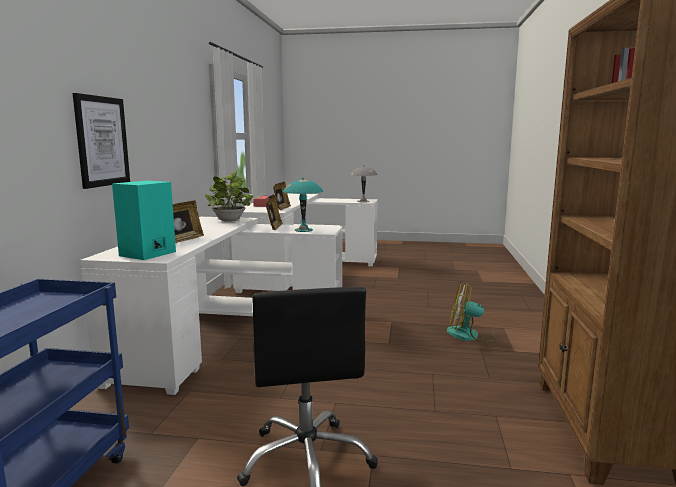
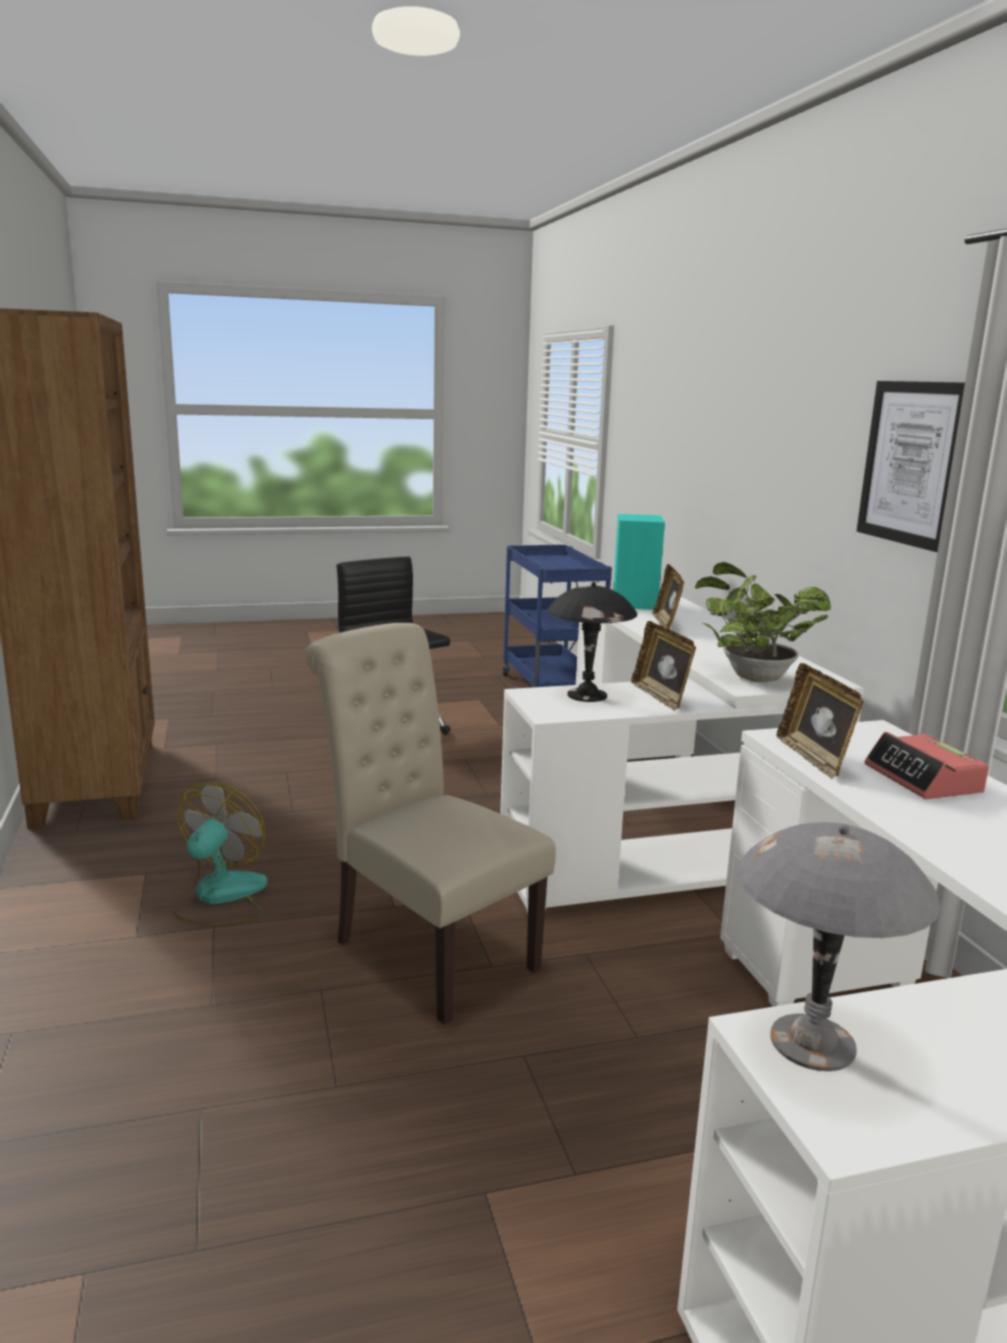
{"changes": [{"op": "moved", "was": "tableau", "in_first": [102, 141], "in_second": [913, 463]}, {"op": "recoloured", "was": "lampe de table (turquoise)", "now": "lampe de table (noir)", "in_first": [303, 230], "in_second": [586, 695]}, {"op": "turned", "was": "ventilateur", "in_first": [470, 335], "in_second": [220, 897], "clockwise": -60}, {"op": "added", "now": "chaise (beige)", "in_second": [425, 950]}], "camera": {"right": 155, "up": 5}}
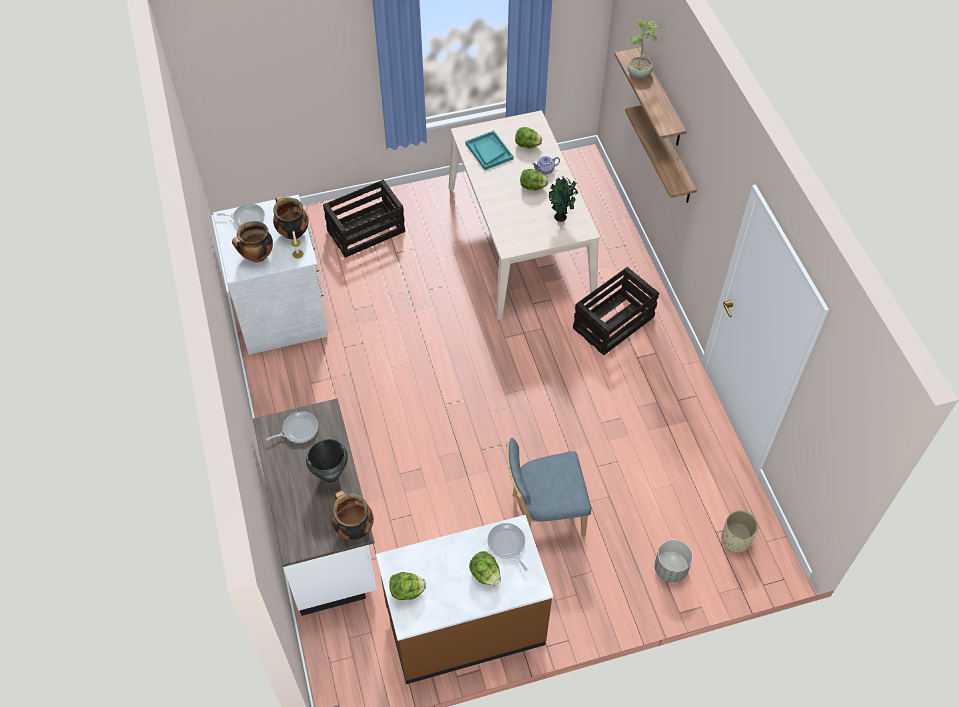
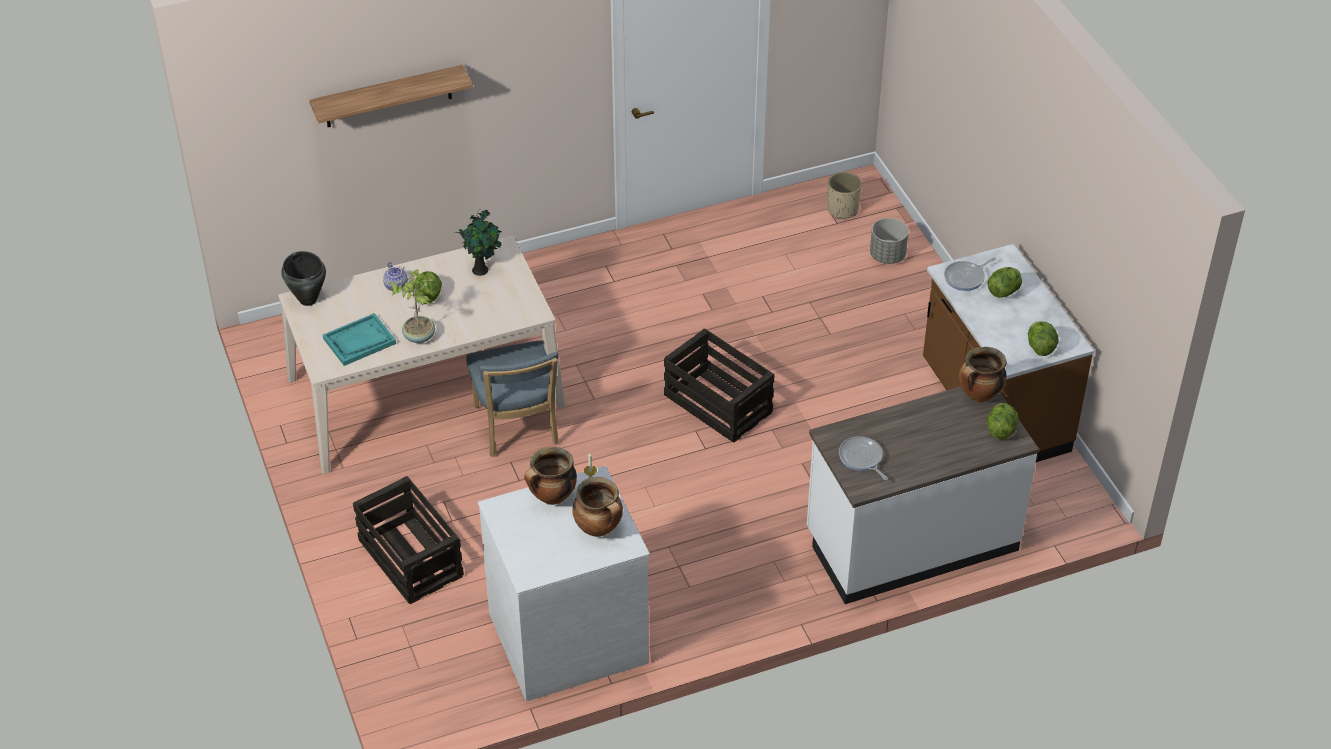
{"changes": [{"op": "moved", "was": "plante en pot", "in_first": [640, 73], "in_second": [419, 336]}, {"op": "removed", "was": "étagère", "in_first": [670, 156]}, {"op": "moved", "was": "laitue", "in_first": [527, 145], "in_second": [1000, 430]}, {"op": "removed", "was": "poêle", "in_first": [247, 218]}, {"op": "moved", "was": "caisse", "in_first": [613, 323], "in_second": [719, 404]}, {"op": "moved", "was": "chaise (bleu)", "in_first": [544, 514], "in_second": [517, 428]}, {"op": "moved", "was": "marmite (noir)", "in_first": [331, 475], "in_second": [308, 299]}], "camera": {"right": -95, "up": -10}}
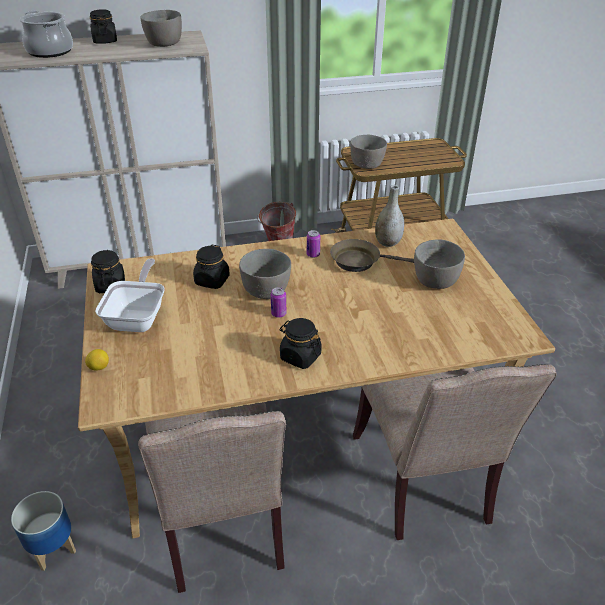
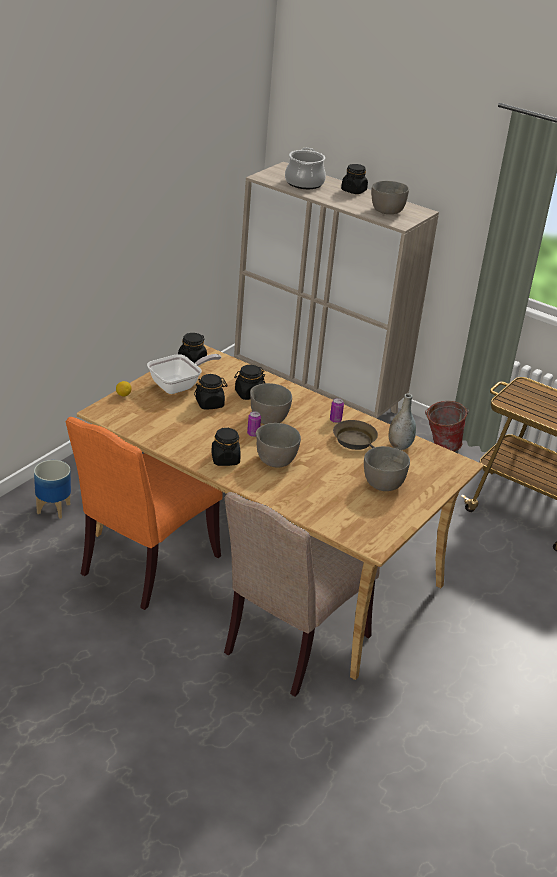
{"changes": [{"op": "moved", "was": "bol (gris)", "in_first": [367, 165], "in_second": [276, 461]}, {"op": "recoloured", "was": "chaise (beige)", "now": "chaise (orange)", "in_first": [223, 525], "in_second": [144, 567]}, {"op": "added", "now": "bocal (noir)", "in_second": [210, 404]}], "camera": {"right": 45, "up": -5}}
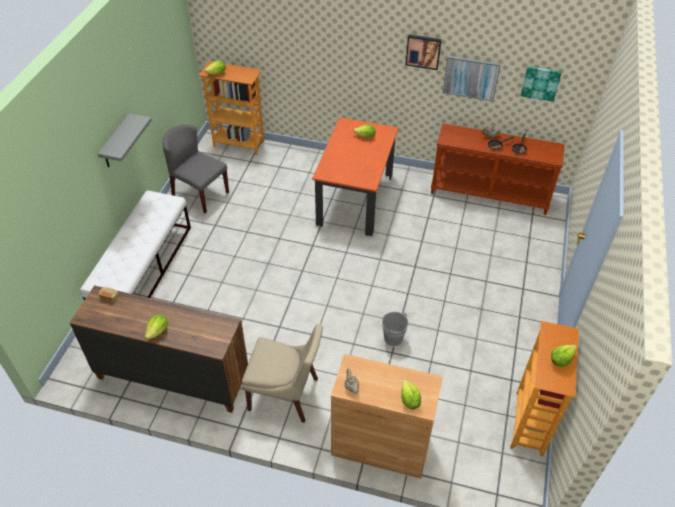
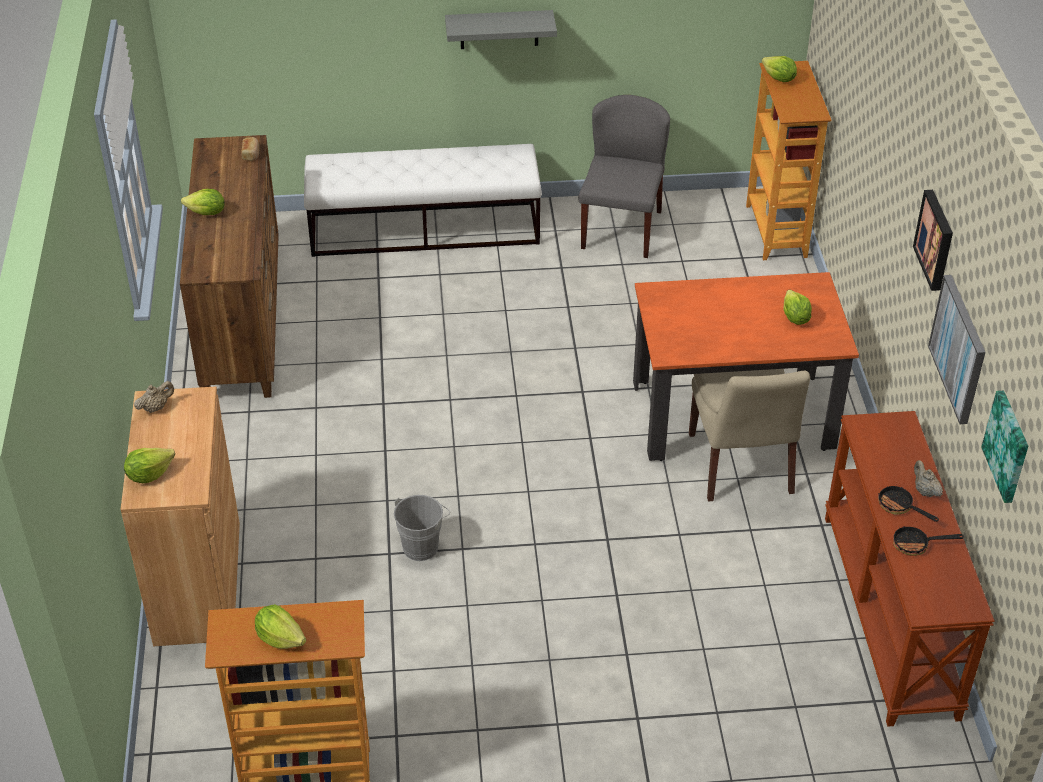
{"changes": [{"op": "moved", "was": "chaise (beige)", "in_first": [286, 395], "in_second": [741, 467]}], "camera": {"right": 70, "up": -5}}
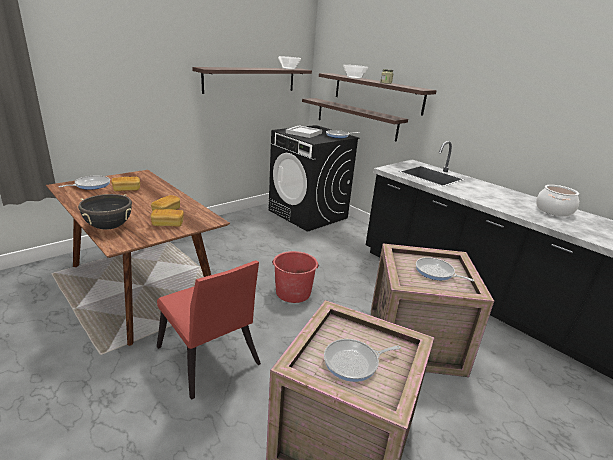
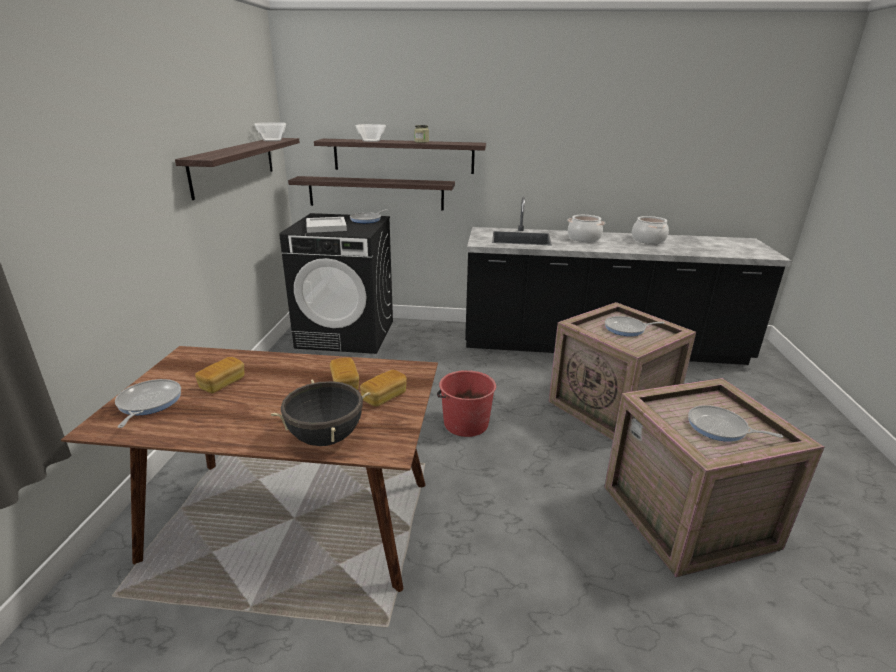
{"changes": [{"op": "removed", "was": "chaise (rouge)", "in_first": [209, 360]}, {"op": "turned", "was": "poêle", "in_first": [354, 362], "in_second": [720, 428], "clockwise": 90}, {"op": "added", "now": "marmite", "in_second": [584, 238]}], "camera": {"right": -40, "up": 0}}
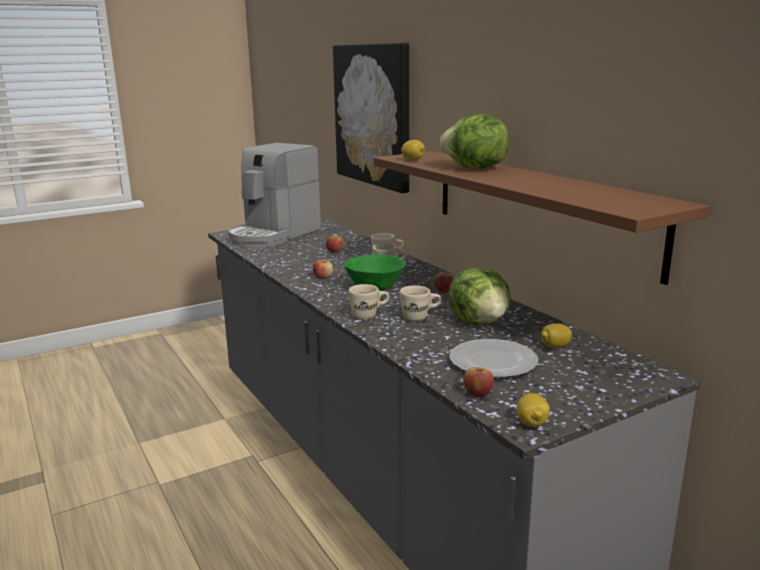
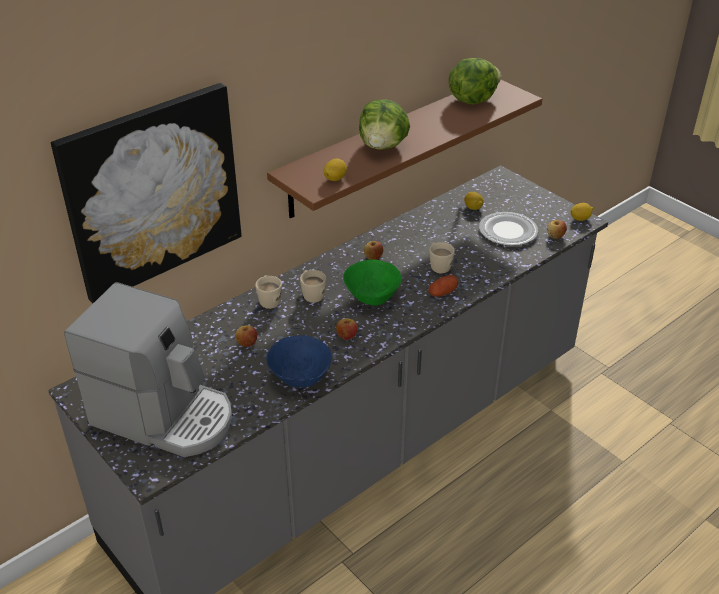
{"changes": [{"op": "moved", "was": "laitue", "in_first": [480, 322], "in_second": [472, 99]}, {"op": "replaced", "was": "mug (beige)", "now": "pomme de terre", "in_first": [369, 315], "in_second": [442, 292]}, {"op": "added", "now": "bol (bleu)", "in_second": [300, 377]}], "camera": {"right": -100, "up": 20}}
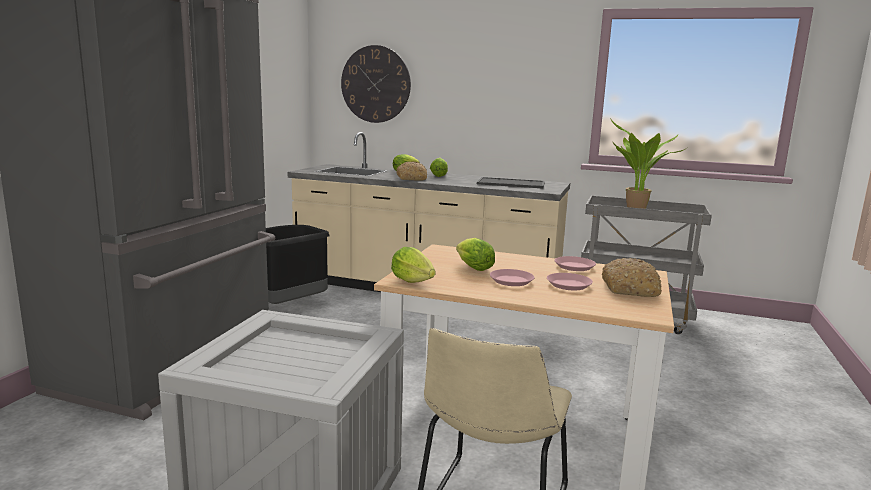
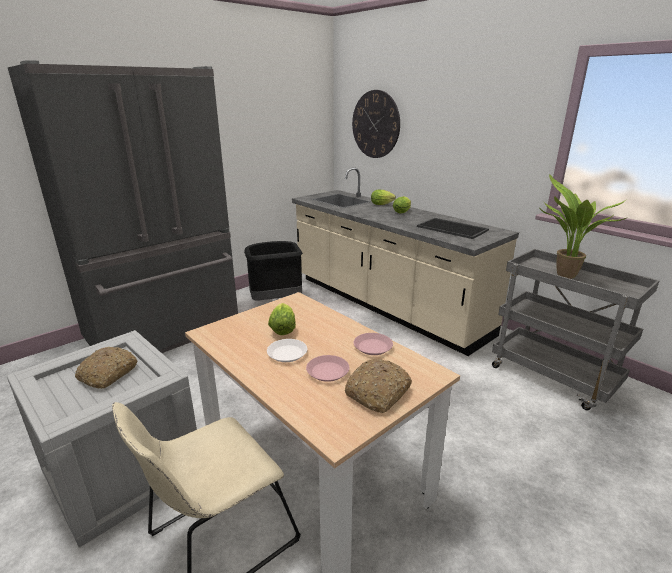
{"changes": [{"op": "moved", "was": "pain", "in_first": [412, 178], "in_second": [108, 374]}, {"op": "removed", "was": "laitue", "in_first": [414, 282]}, {"op": "recoloured", "was": "assiette (rose)", "now": "assiette (blanc)", "in_first": [511, 281], "in_second": [287, 353]}], "camera": {"right": 30, "up": 10}}
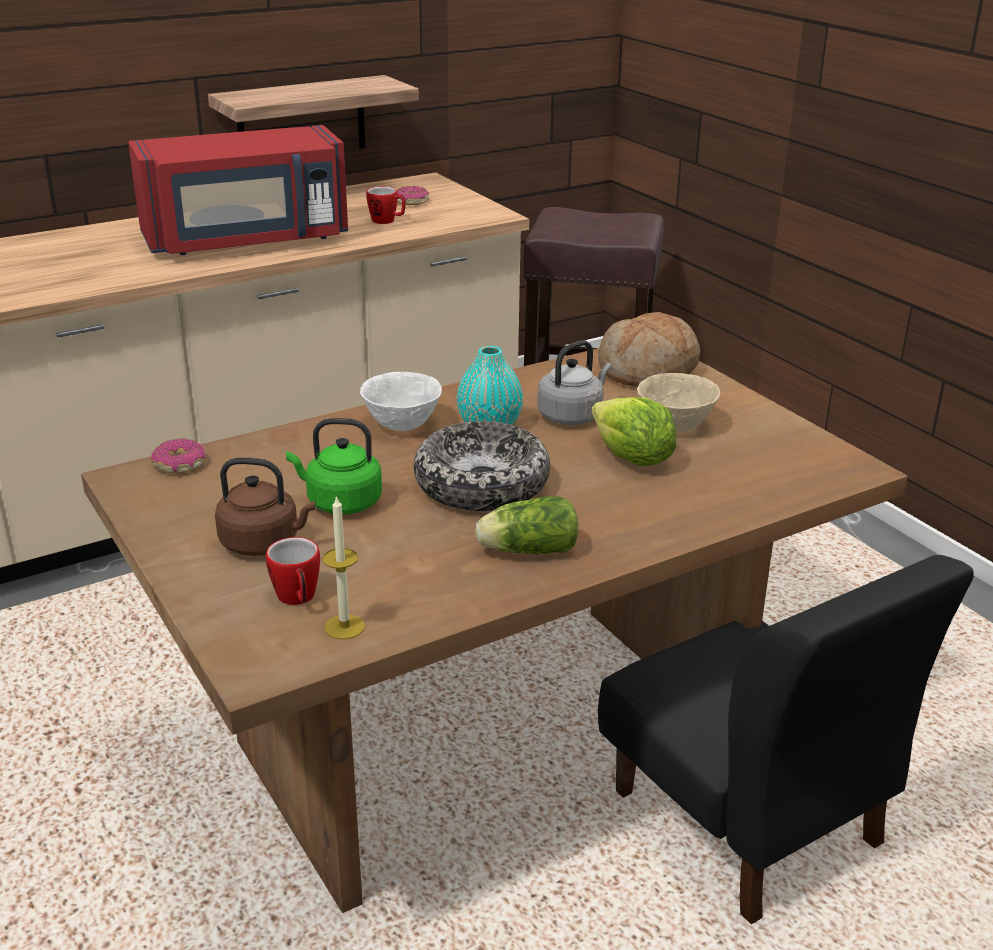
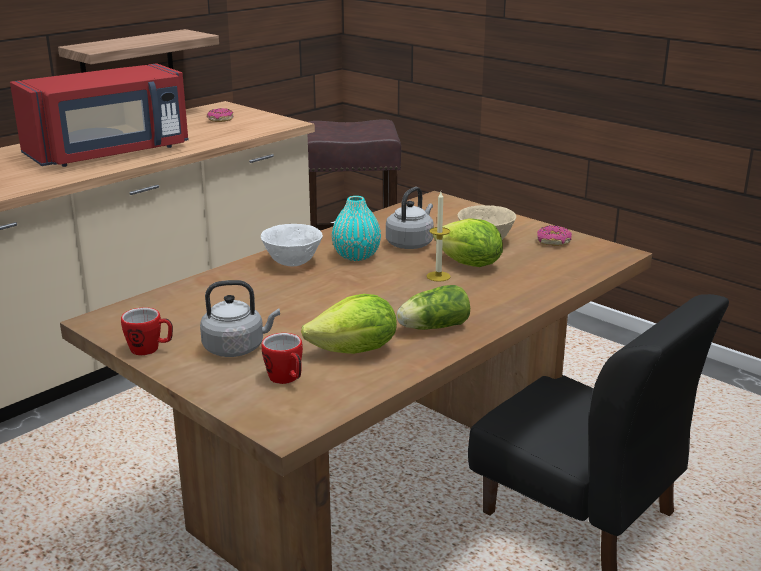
{"changes": [{"op": "moved", "was": "mug", "in_first": [387, 221], "in_second": [150, 349]}, {"op": "removed", "was": "pain", "in_first": [648, 371]}, {"op": "removed", "was": "bouilloire (vert)", "in_first": [340, 502]}, {"op": "removed", "was": "bol", "in_first": [481, 485]}, {"op": "moved", "was": "beignet", "in_first": [179, 465], "in_second": [554, 242]}, {"op": "recoloured", "was": "bouilloire (marron)", "now": "bouilloire (gris)", "in_first": [264, 543], "in_second": [237, 348]}, {"op": "moved", "was": "bougie", "in_first": [344, 627], "in_second": [438, 276]}, {"op": "added", "now": "laitue", "in_second": [355, 351]}], "camera": {"right": -15, "up": -5}}
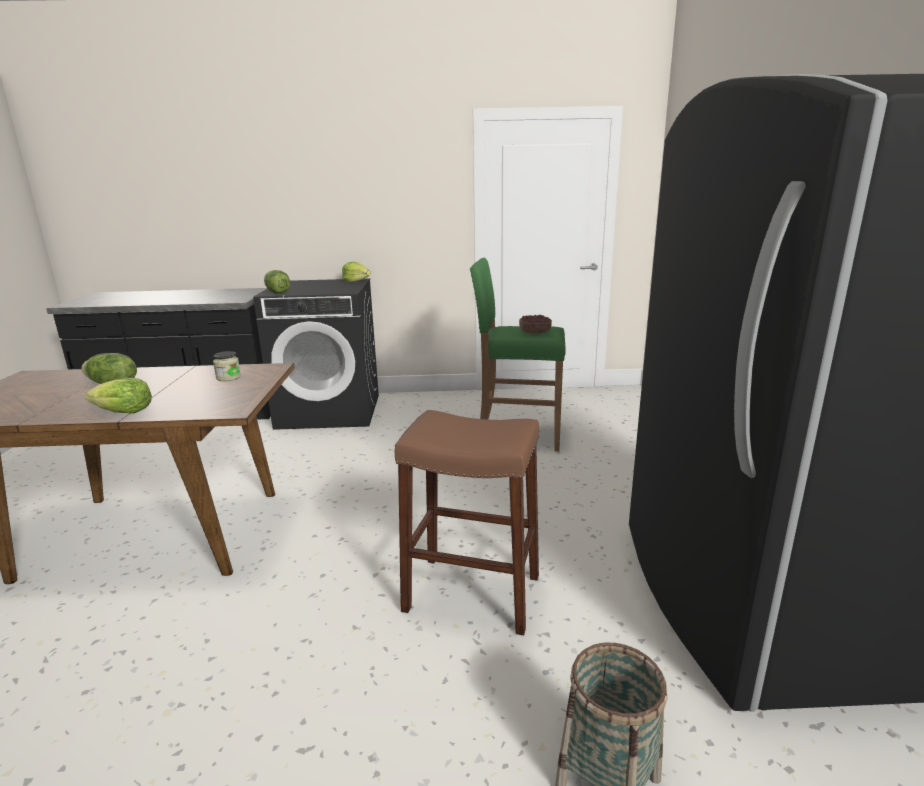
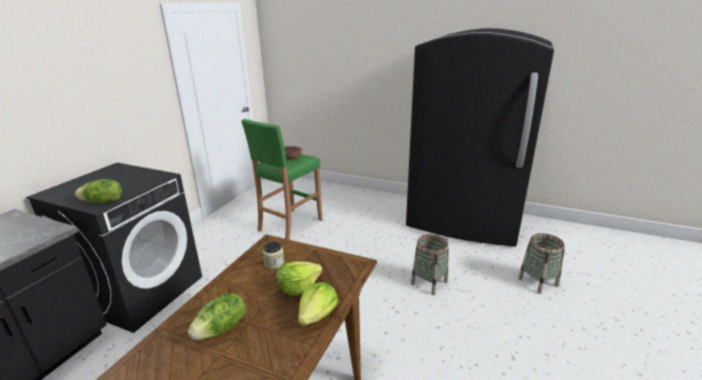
{"changes": [{"op": "moved", "was": "laitue", "in_first": [356, 281], "in_second": [298, 287]}, {"op": "replaced", "was": "tabouret (marron)", "now": "panier", "in_first": [472, 593], "in_second": [429, 283]}], "camera": {"right": -65, "up": 5}}
